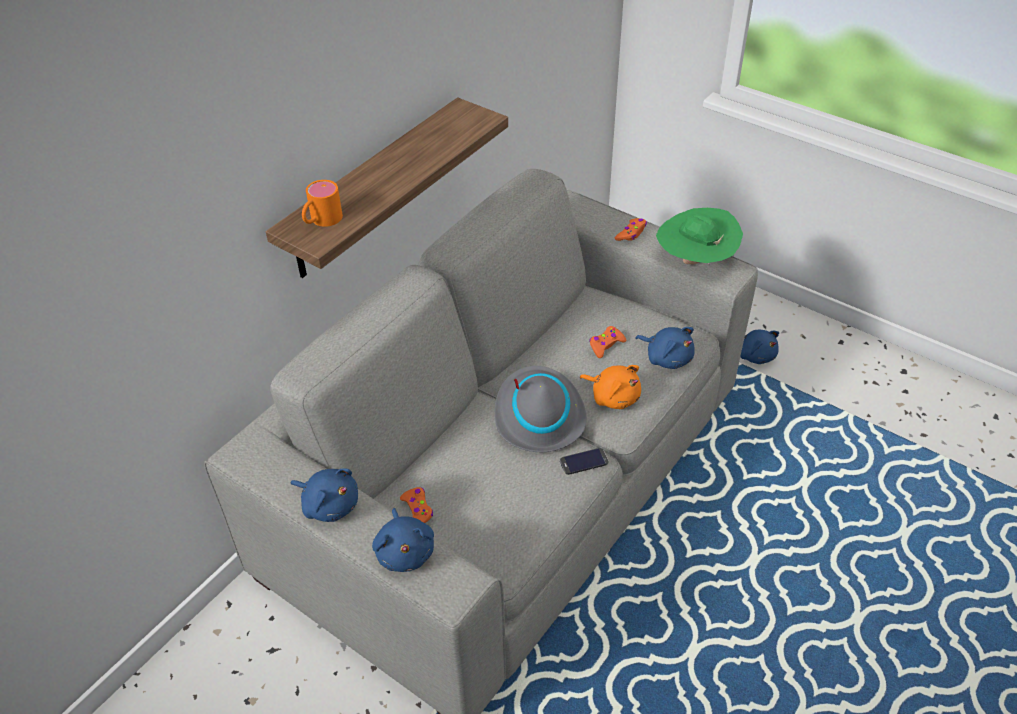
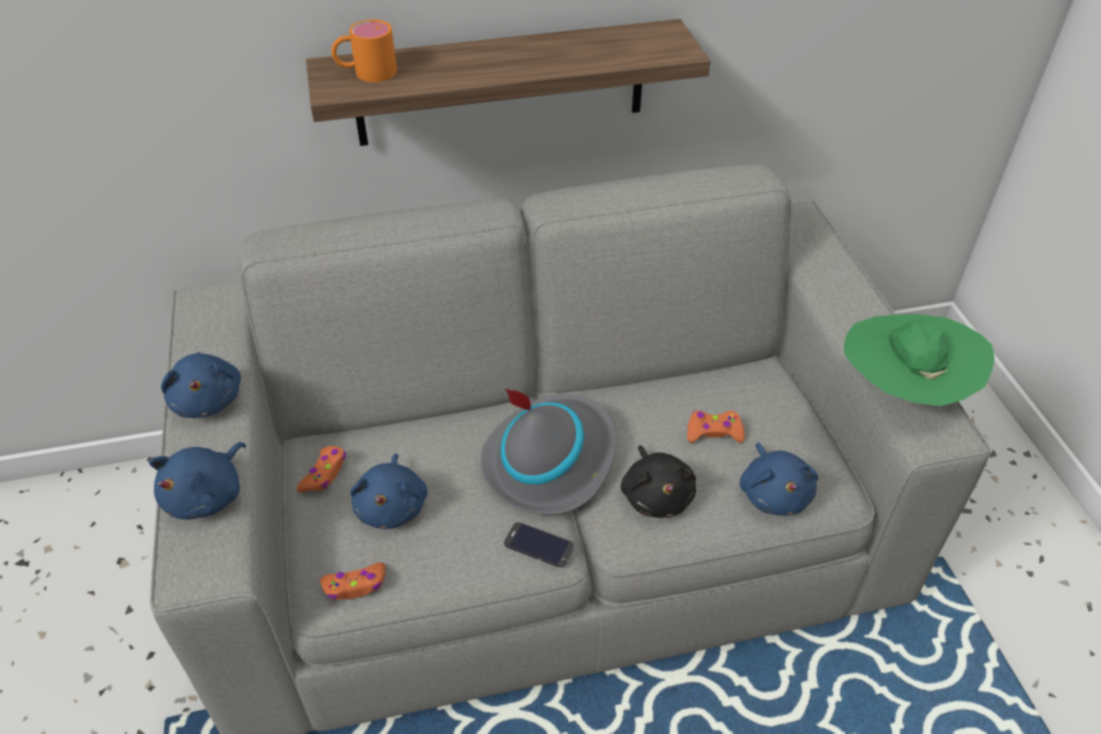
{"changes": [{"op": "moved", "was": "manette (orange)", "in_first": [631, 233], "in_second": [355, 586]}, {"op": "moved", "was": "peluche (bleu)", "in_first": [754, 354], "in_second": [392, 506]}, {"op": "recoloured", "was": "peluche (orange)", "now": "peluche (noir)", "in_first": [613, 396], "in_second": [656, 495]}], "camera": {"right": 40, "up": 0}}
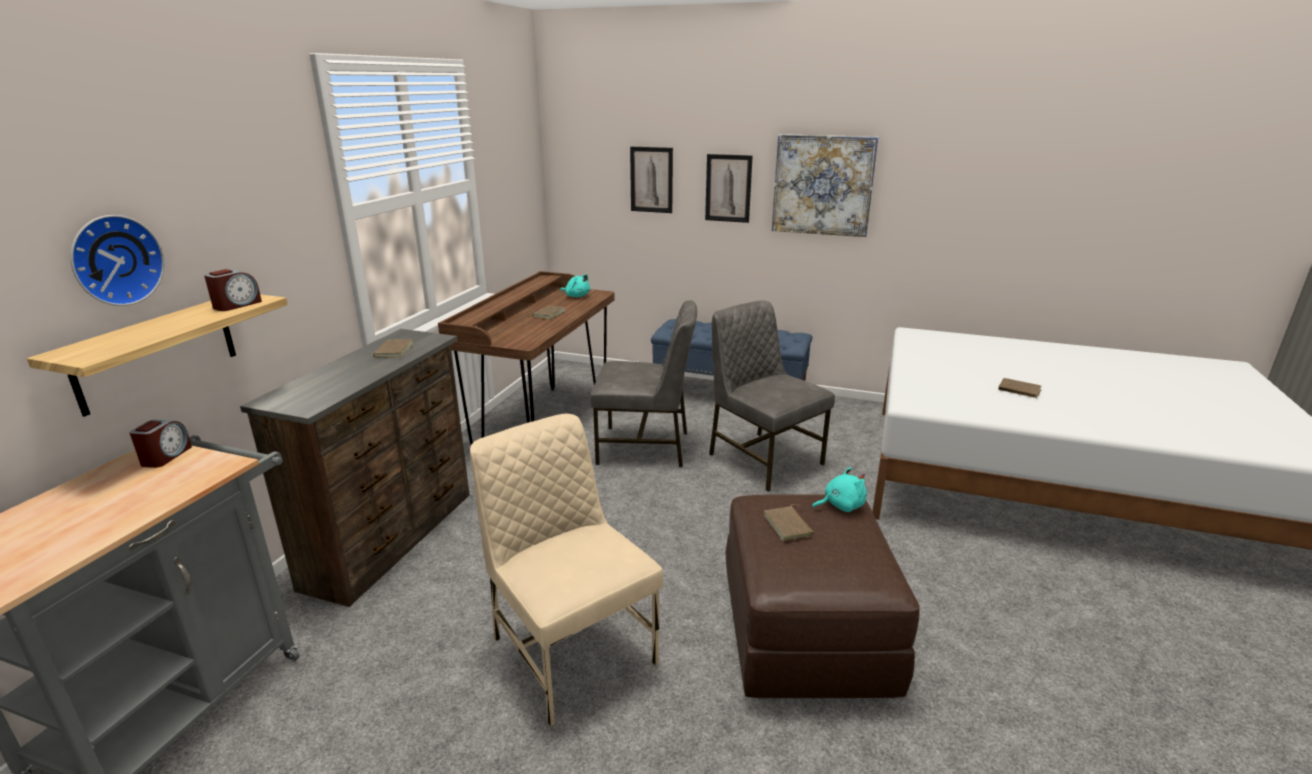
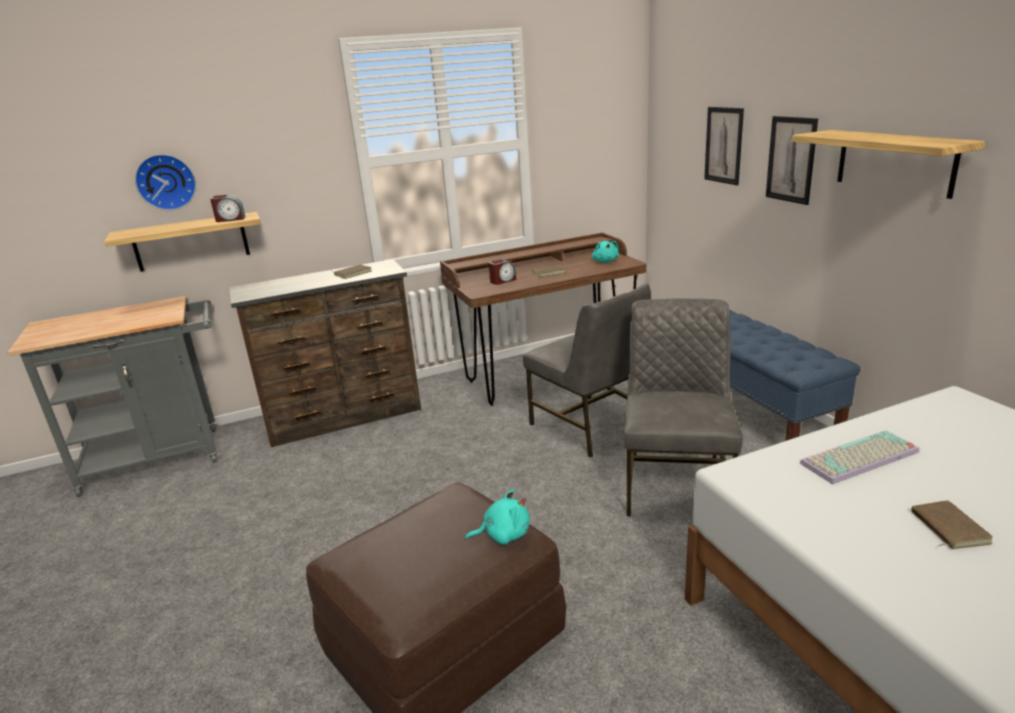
{"changes": [{"op": "replaced", "was": "tableau", "now": "étagère", "in_first": [823, 185], "in_second": [894, 162]}, {"op": "removed", "was": "chaise (beige)", "in_first": [571, 649]}, {"op": "moved", "was": "réveil", "in_first": [166, 456], "in_second": [502, 281]}, {"op": "turned", "was": "peluche (turquoise)", "in_first": [840, 505], "in_second": [503, 534], "clockwise": -45}, {"op": "removed", "was": "livre (marron)", "in_first": [789, 526]}, {"op": "added", "now": "clavier", "in_second": [860, 459]}], "camera": {"right": 50, "up": 0}}
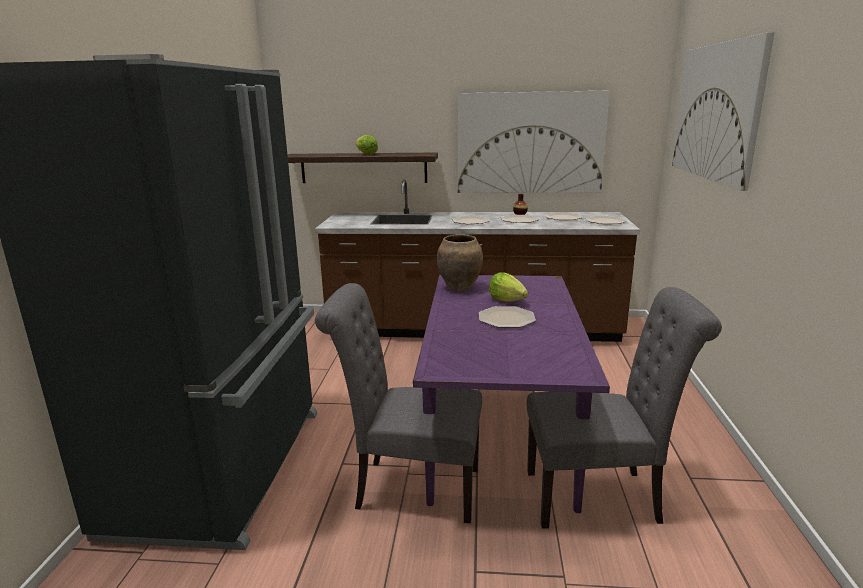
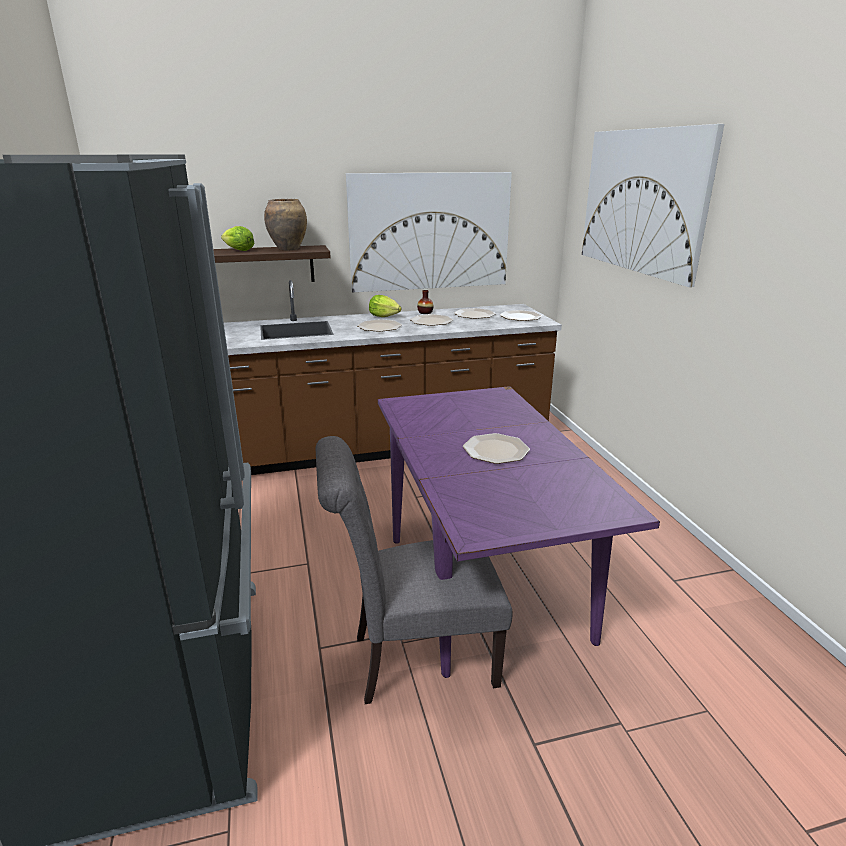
{"changes": [{"op": "moved", "was": "vase (marron)", "in_first": [460, 288], "in_second": [289, 249]}, {"op": "moved", "was": "laitue", "in_first": [507, 300], "in_second": [384, 316]}, {"op": "removed", "was": "chaise (gris)", "in_first": [600, 497]}], "camera": {"right": -20, "up": 5}}
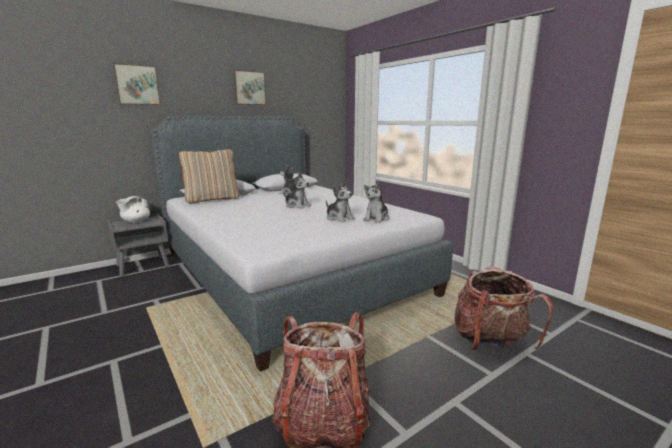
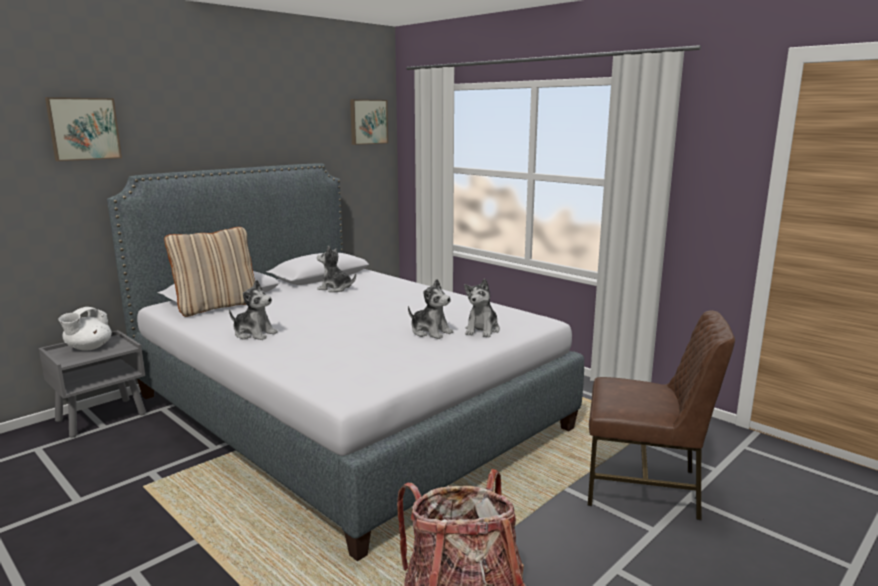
{"changes": [{"op": "moved", "was": "tableau", "in_first": [249, 88], "in_second": [368, 122]}, {"op": "moved", "was": "peluche", "in_first": [297, 206], "in_second": [254, 334]}, {"op": "replaced", "was": "sac à dos", "now": "chaise (marron)", "in_first": [490, 341], "in_second": [644, 487]}], "camera": {"right": -10, "up": 0}}
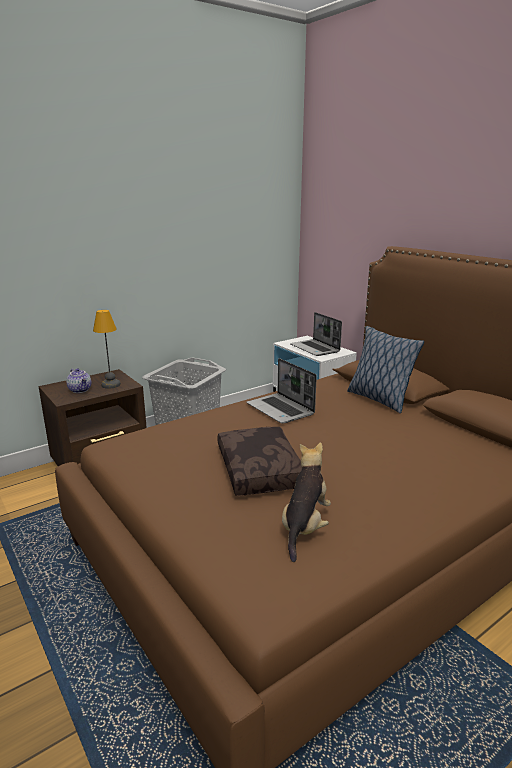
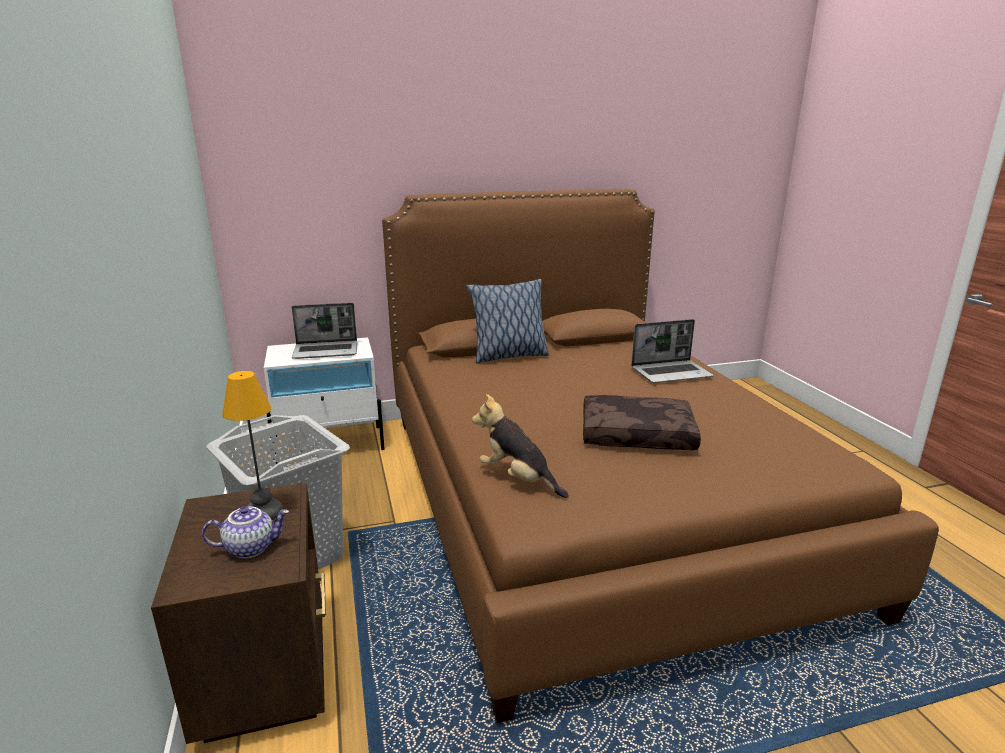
{"changes": [{"op": "moved", "was": "ordinateur portable", "in_first": [281, 409], "in_second": [671, 373]}, {"op": "moved", "was": "peluche", "in_first": [304, 526], "in_second": [518, 479]}], "camera": {"right": -70, "up": 0}}
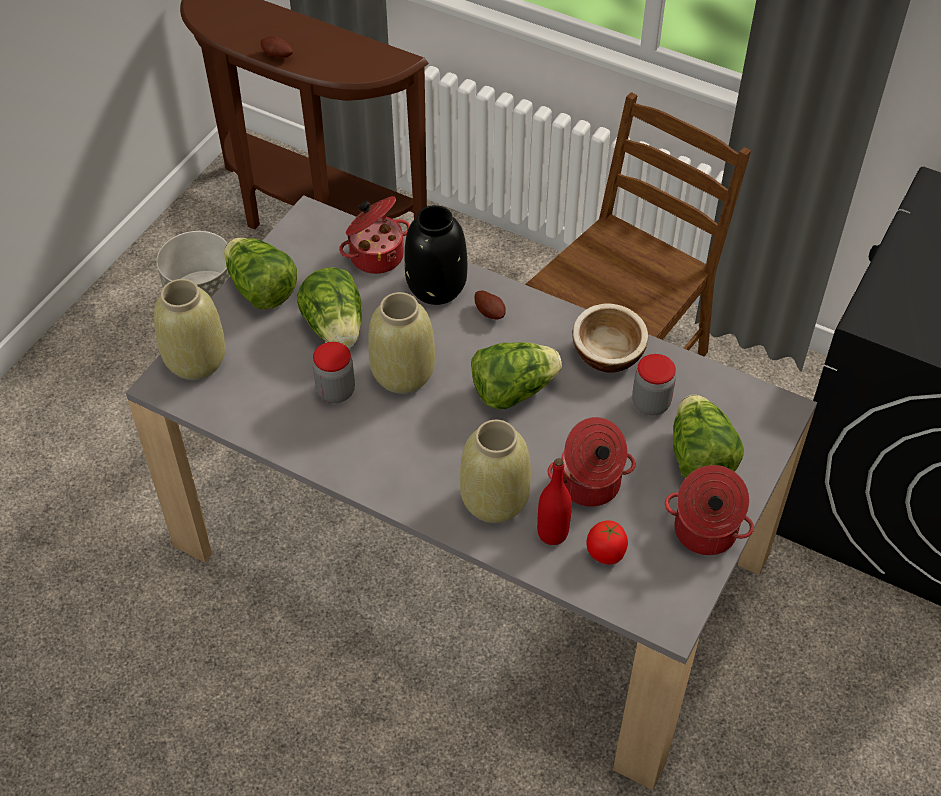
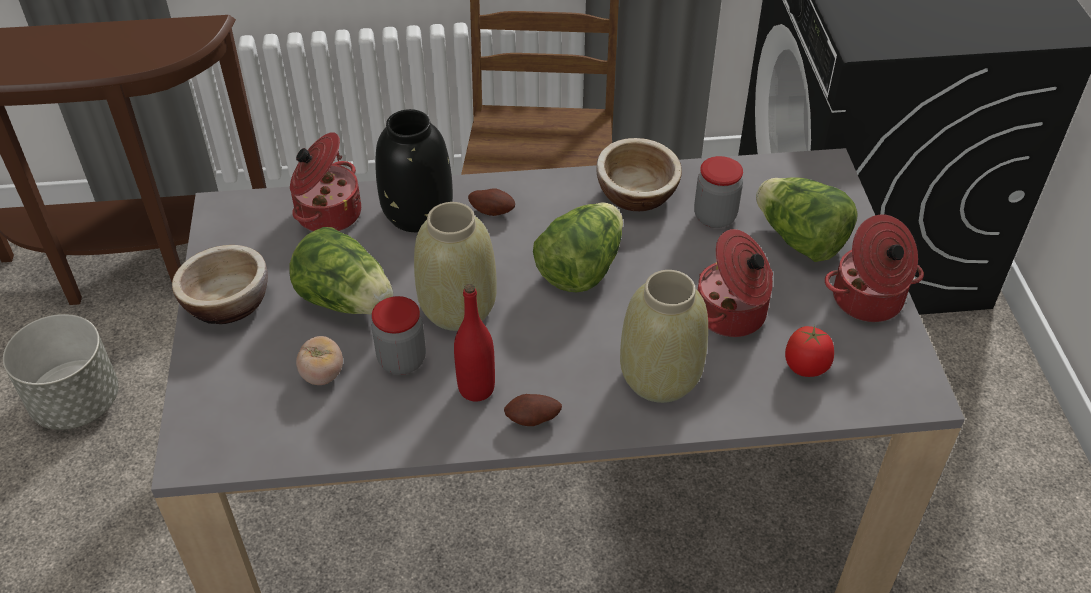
{"changes": [{"op": "moved", "was": "pomme de terre", "in_first": [277, 56], "in_second": [533, 420]}, {"op": "replaced", "was": "laitue", "now": "bol", "in_first": [261, 290], "in_second": [228, 303]}, {"op": "removed", "was": "vase (beige)", "in_first": [195, 360]}, {"op": "moved", "was": "bouteille (rouge)", "in_first": [552, 533], "in_second": [476, 388]}, {"op": "added", "now": "tomate", "in_second": [322, 374]}], "camera": {"right": -35, "up": -5}}
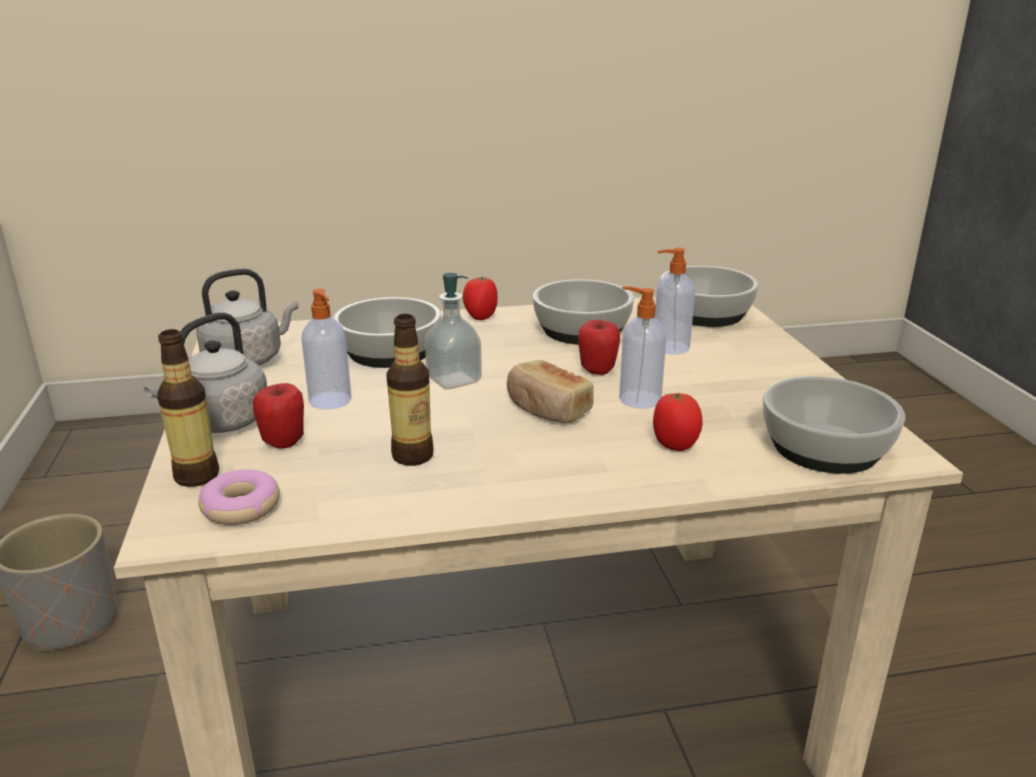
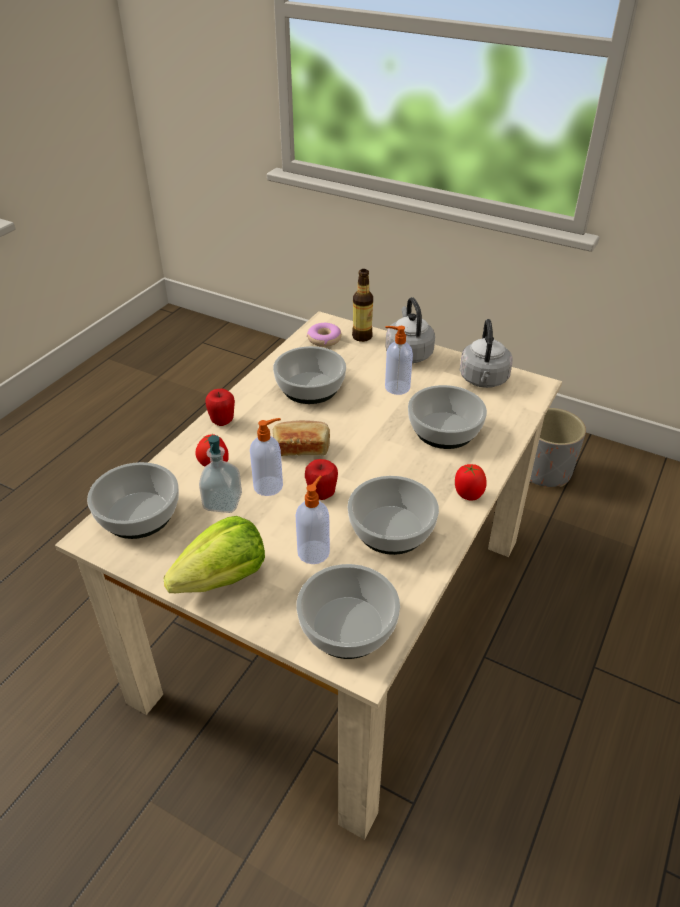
{"changes": [{"op": "moved", "was": "distributeur de savon", "in_first": [453, 380], "in_second": [222, 502]}, {"op": "replaced", "was": "bouteille", "now": "bol", "in_first": [413, 456], "in_second": [310, 388]}, {"op": "moved", "was": "pomme", "in_first": [283, 442], "in_second": [222, 421]}, {"op": "added", "now": "laitue", "in_second": [223, 578]}], "camera": {"right": 130, "up": 15}}
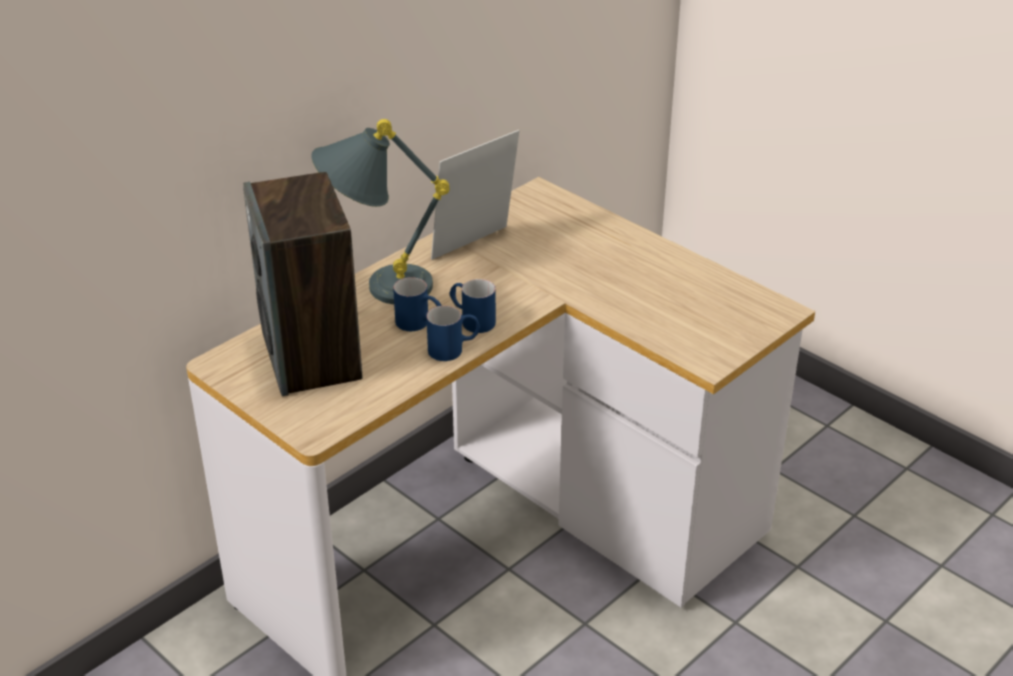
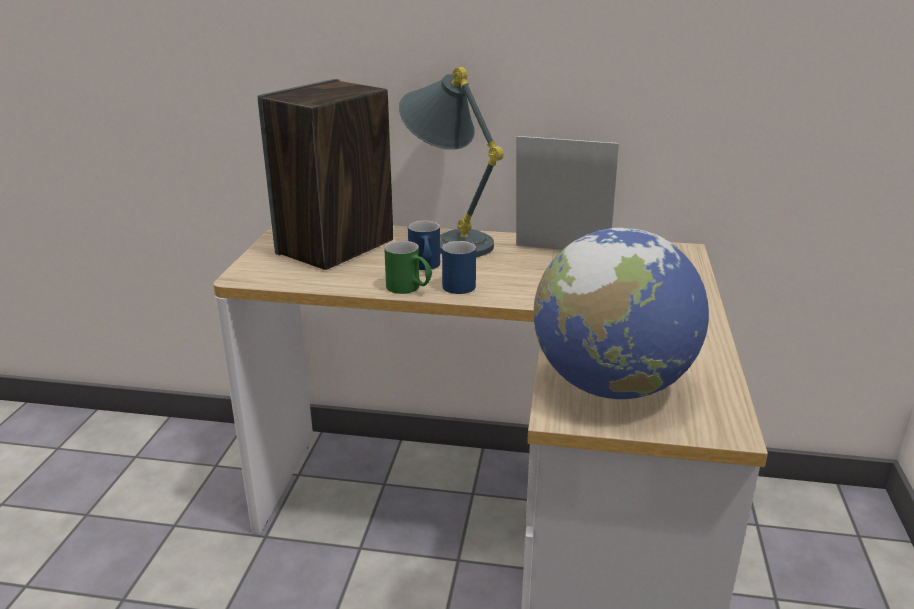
{"changes": [{"op": "recoloured", "was": "mug (bleu)", "now": "mug (vert)", "in_first": [454, 349], "in_second": [409, 289]}, {"op": "added", "now": "globe", "in_second": [611, 386]}], "camera": {"right": 55, "up": -10}}
